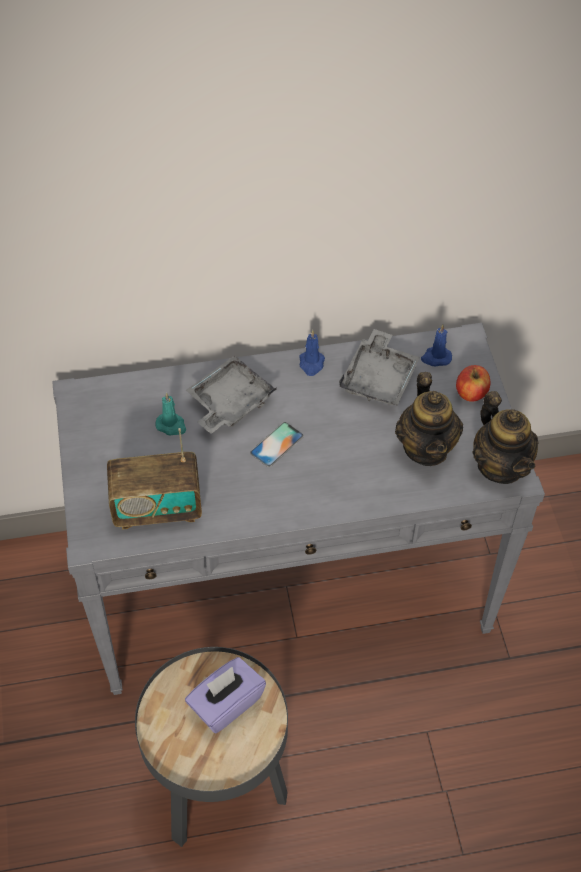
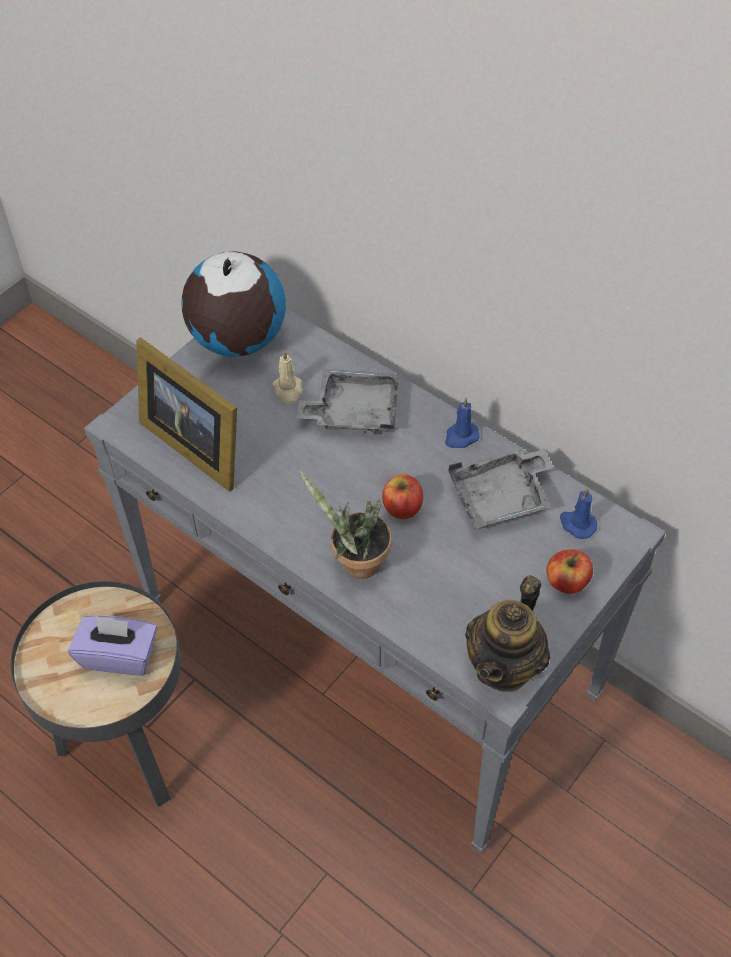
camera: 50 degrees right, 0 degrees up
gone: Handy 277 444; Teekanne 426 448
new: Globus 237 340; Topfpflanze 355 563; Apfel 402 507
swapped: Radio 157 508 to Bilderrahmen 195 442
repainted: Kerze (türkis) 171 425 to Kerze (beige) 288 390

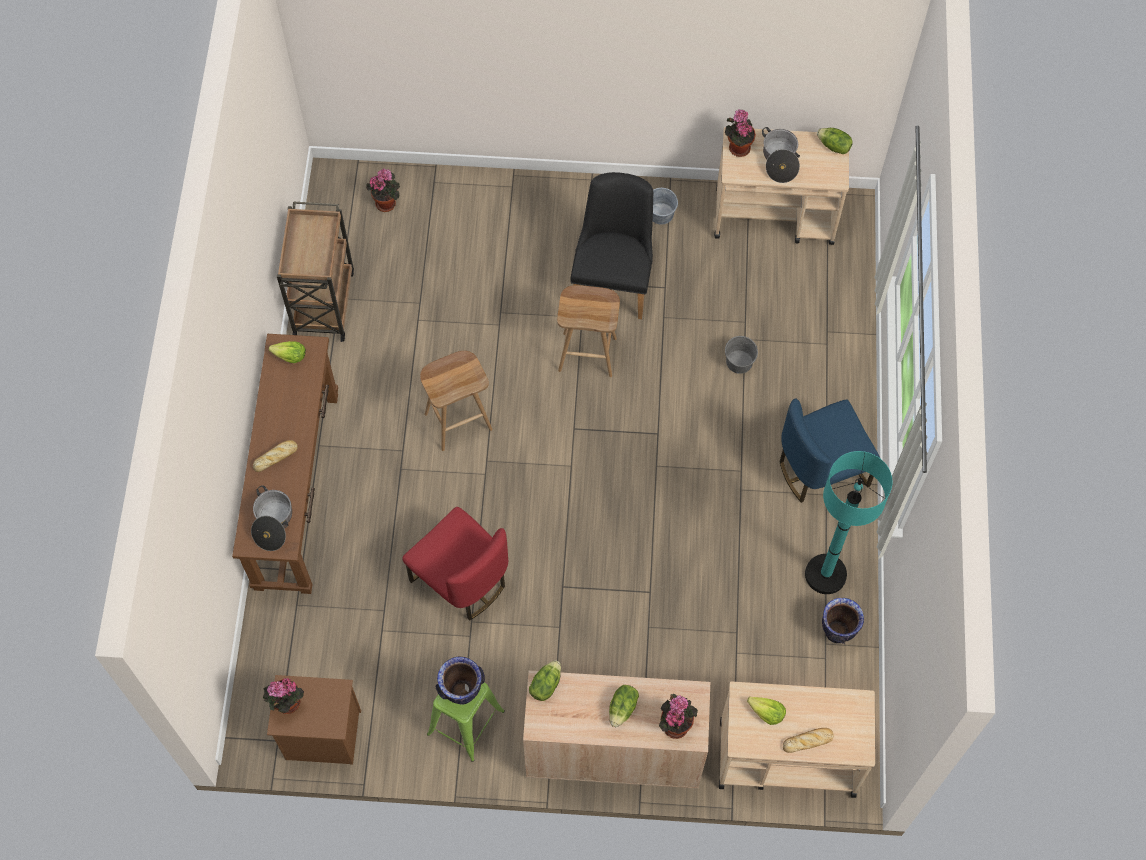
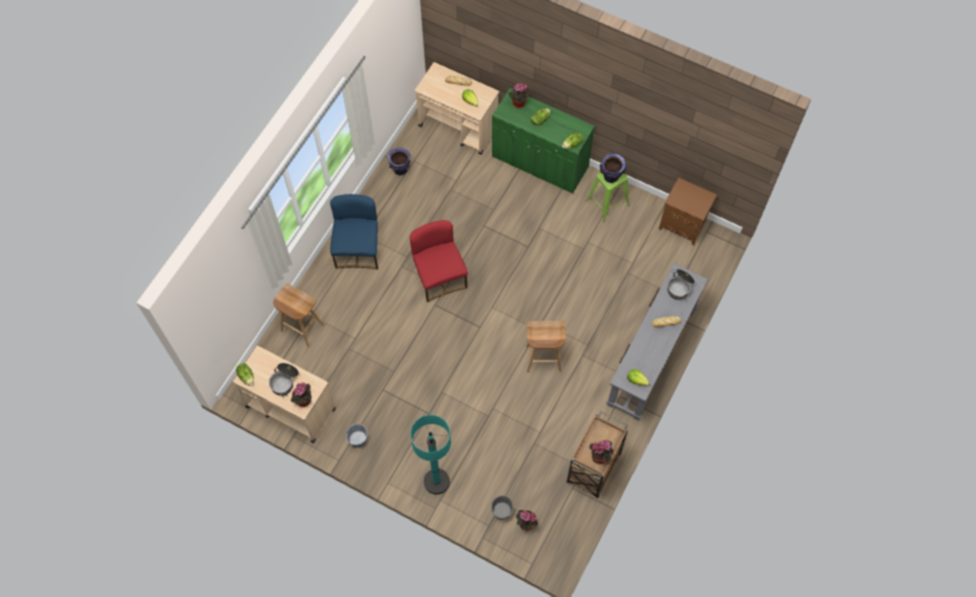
camera: 155 degrees left, 0 degrees up
gone: Stuhl (schwarz) 614 280
shifted: Topfpflanze 286 704 to 600 456; Stuhl (rot) 461 580 to 439 276; Hocker (braun) 588 354 to 301 328; Eimer (grau) 739 362 to 501 511; Stehlampe (türkis) 825 574 to 436 481
repainted: Konsolentisch (braun) 297 489 to Konsolentisch (grau) 651 357; Schrank (beige) 613 750 to Schrank (grün) 540 162
rotated: Stuhl (blau) 821 469 = 358 249 90 degrees counterclockwise

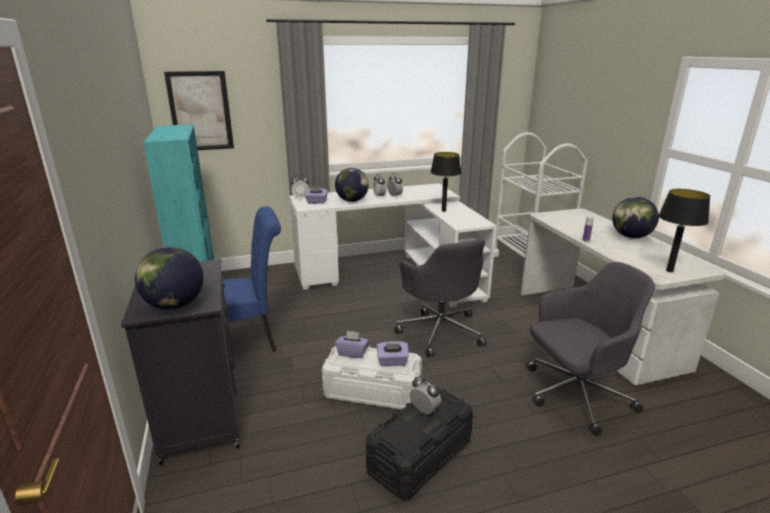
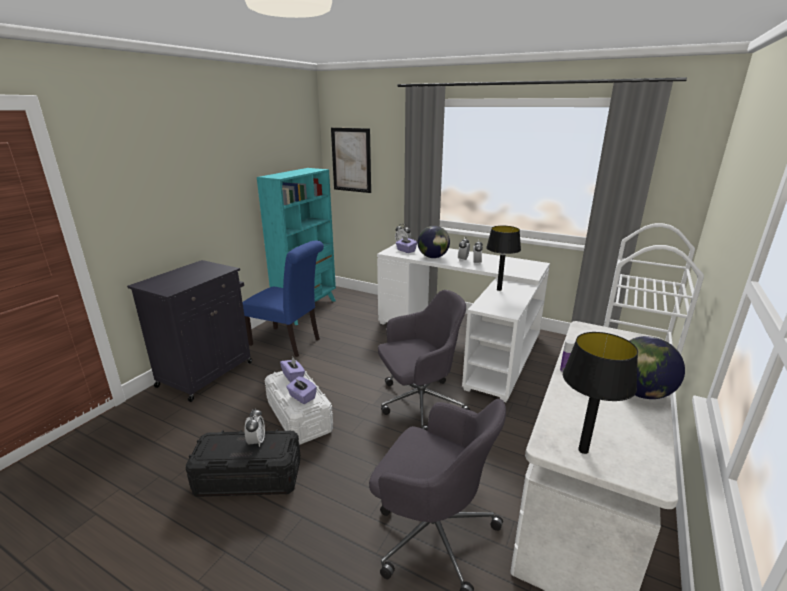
camera: 45 degrees right, 0 degrees up
gone: Globus 174 305
rotated: Bürostuhl (grau) 440 331 = 419 403 135 degrees counterclockwise

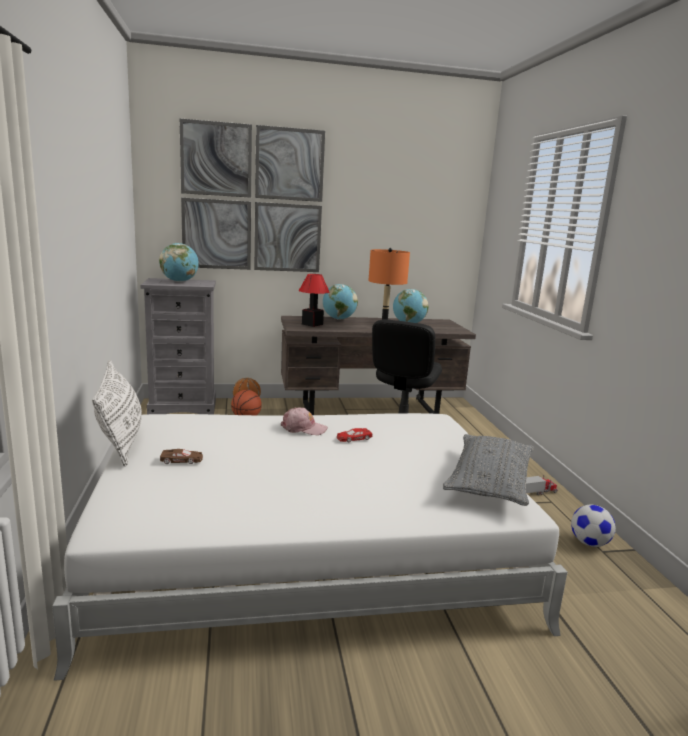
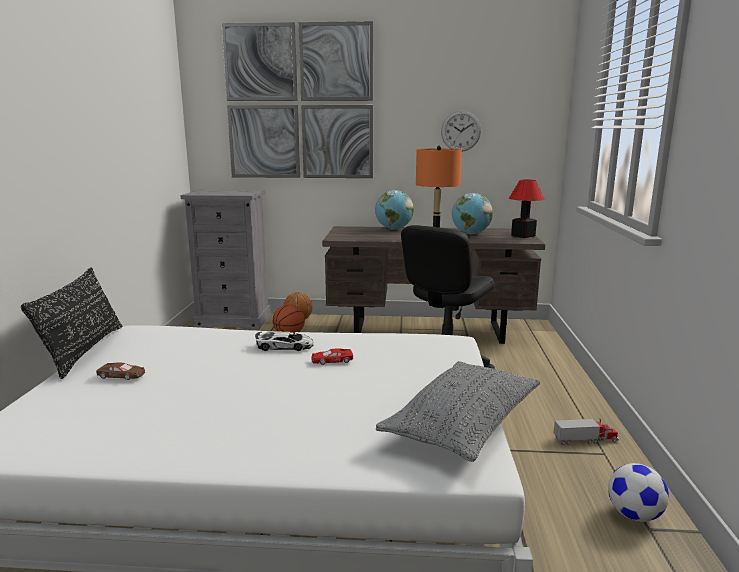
camera: 15 degrees right, 0 degrees up
gone: Globus 179 281
new: Wanduhr 461 131
shifted: Tischlampe 312 324 to 523 236
swapped: Kappe (rosa) 303 428 to Spielzeugauto 284 346
repainted: Kissen (weiß) 120 440 to Kissen (schwarz) 85 350

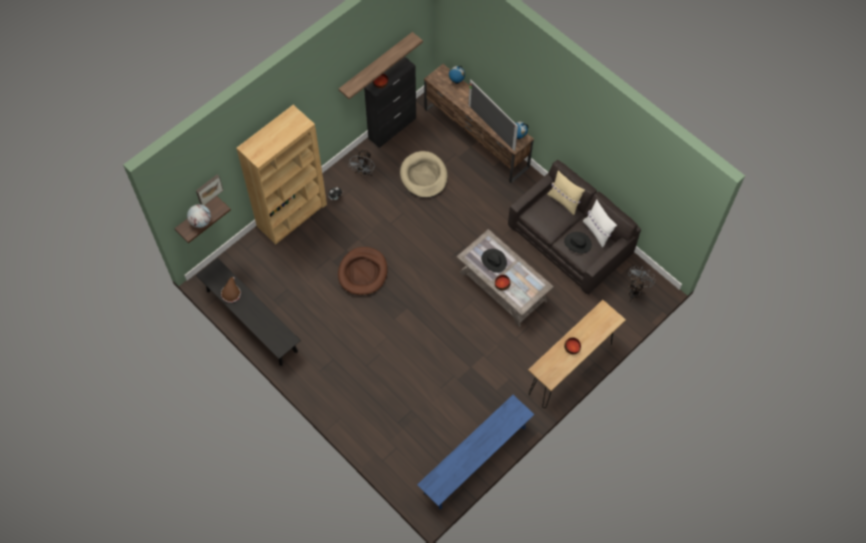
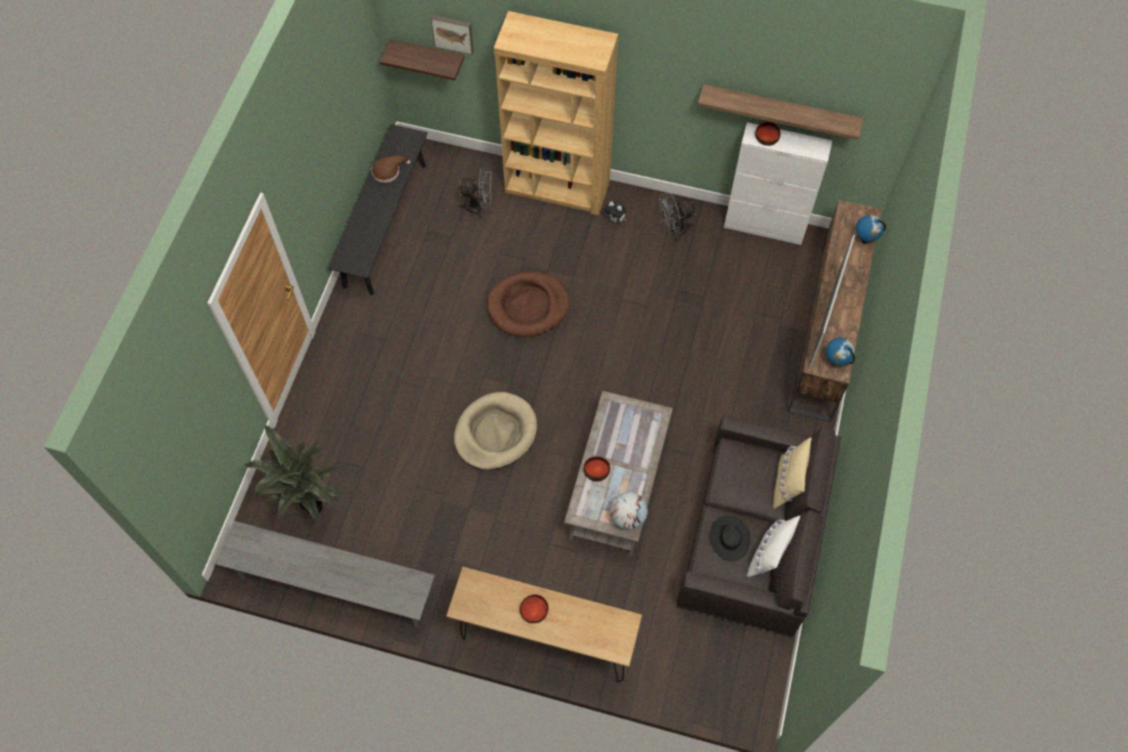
camera: 60 degrees right, 0 degrees up
gone: Hut (schwarz) 493 261
new: Topfpflanze 311 510
shifted: Globus 200 221 to 627 517; Hundebett (beige) 424 176 to 495 433; Ventilator (grau) 635 290 to 479 207
repainted: Schrank (schwarz) 392 128 to Schrank (weiß) 765 226; Bank (blau) 475 460 to Bank (grau) 334 586

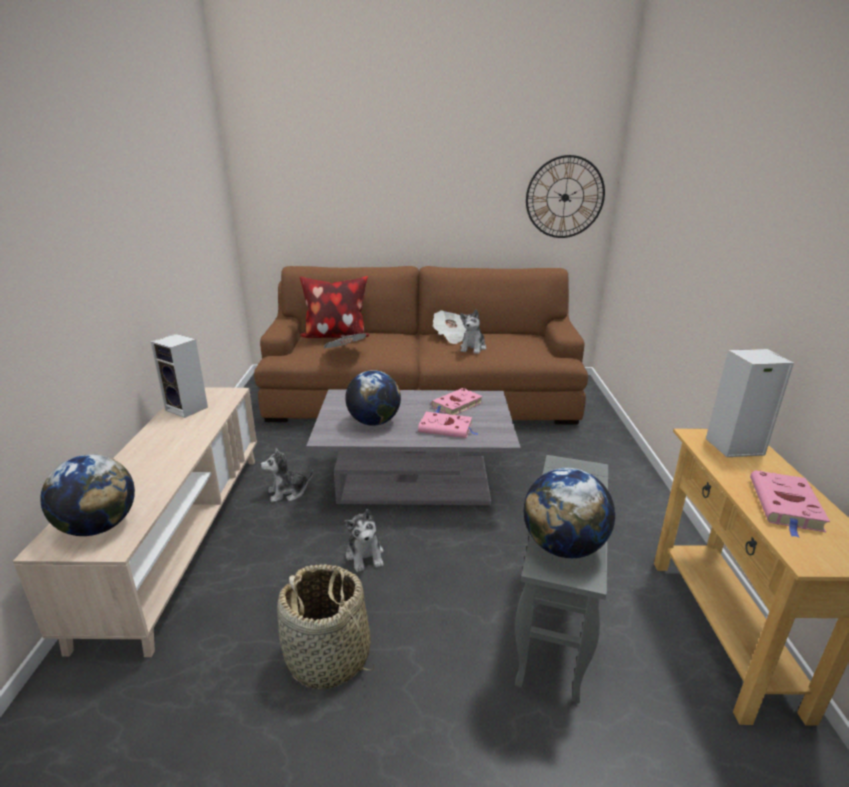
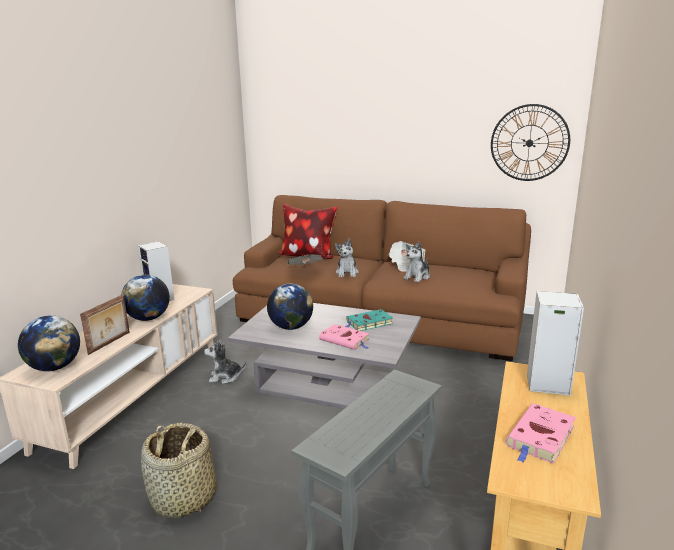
camera: 20 degrees right, 5 degrees down
new: Bilderrahmen 110 343
shifted: Plüschtier 365 555 to 347 273; Globus 563 547 to 148 318
repainted: Buch (rosa) 456 405 to Buch (türkis) 368 323

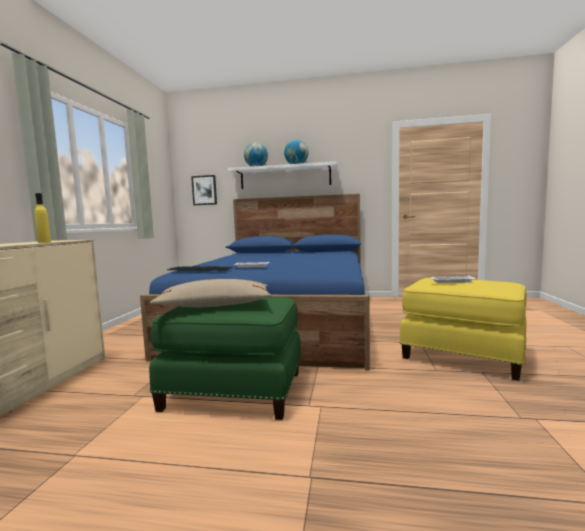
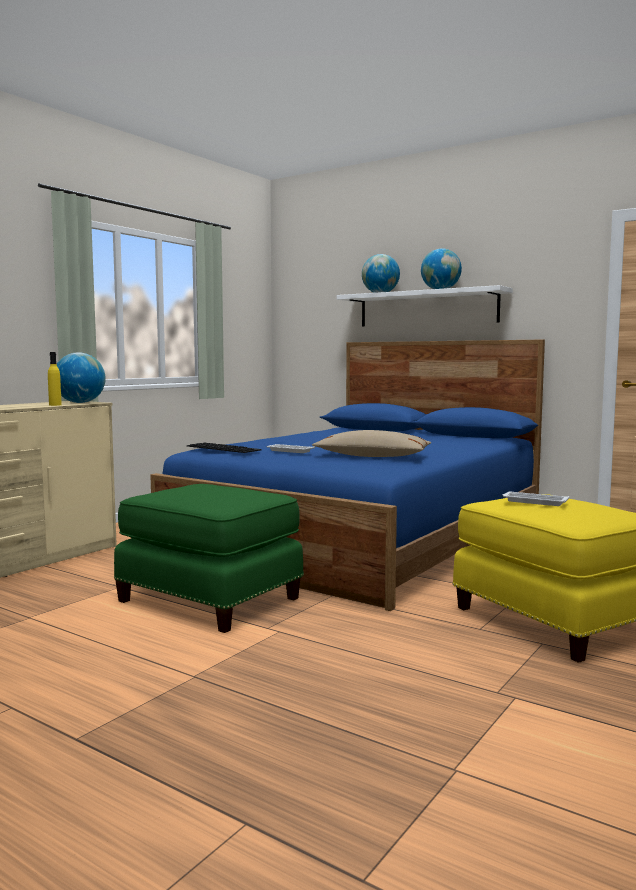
camera: 25 degrees right, 0 degrees up
gone: Bild 204 190
new: Globus 80 403
shifted: Kissen (beige) 215 306 to 372 456

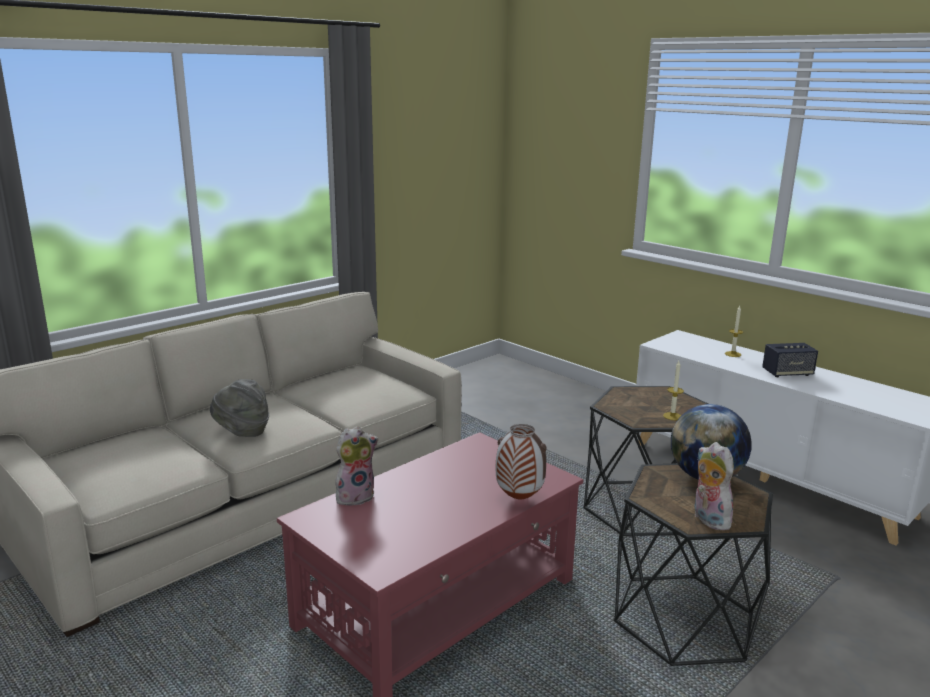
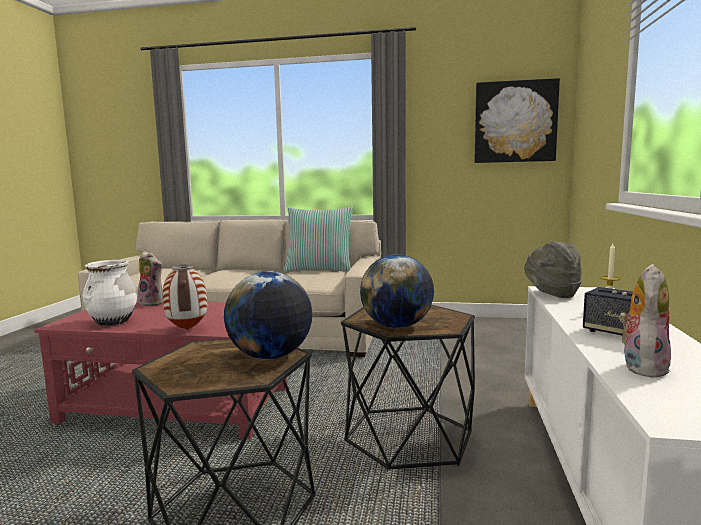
camera: 55 degrees right, 10 degrees down
new: Vase (weiß) 113 322; Kissen 319 269; Bild 515 122
shifted: Hut (grau) 242 432 to 551 294; Plüschtier 708 519 to 641 366
swapped: Kerze 672 416 to Globus 397 326

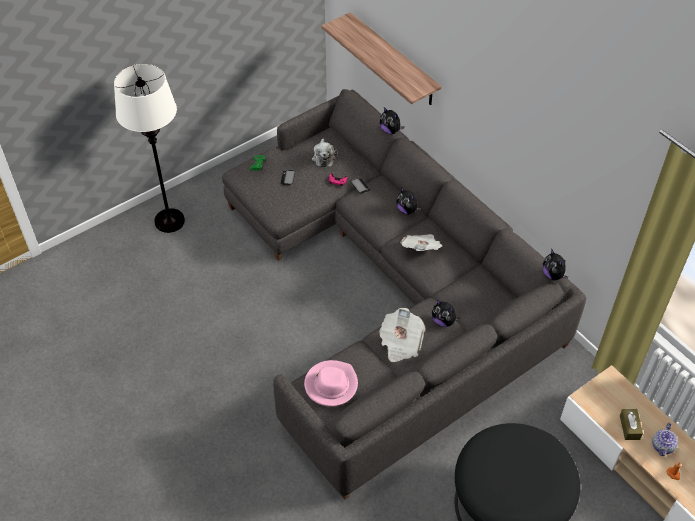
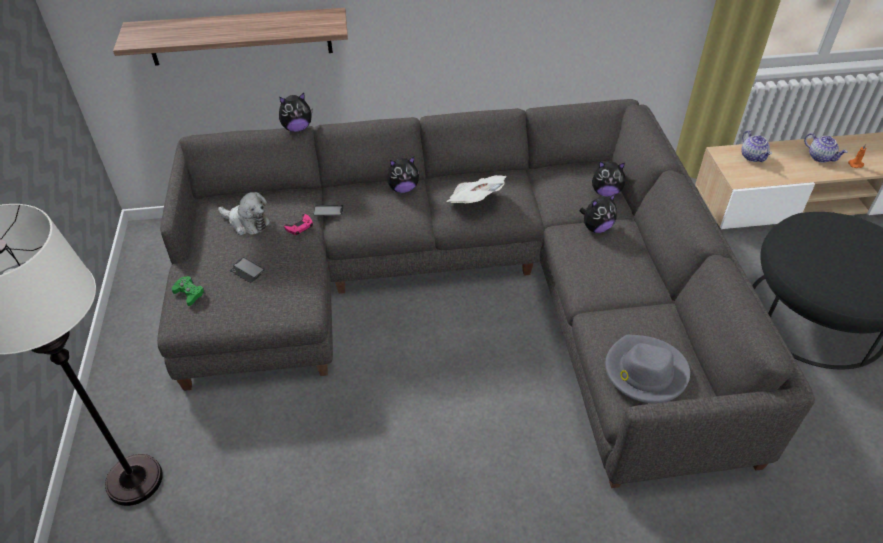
camera: 60 degrees left, 5 degrees down
gone: Zeitung 400 343; Taschentuchbox (braun) 629 427
new: Teekanne 753 157
shifted: Plüschtier 553 275 to 606 192
repainted: Hut (rosa) 331 385 to Hut (grau) 645 372

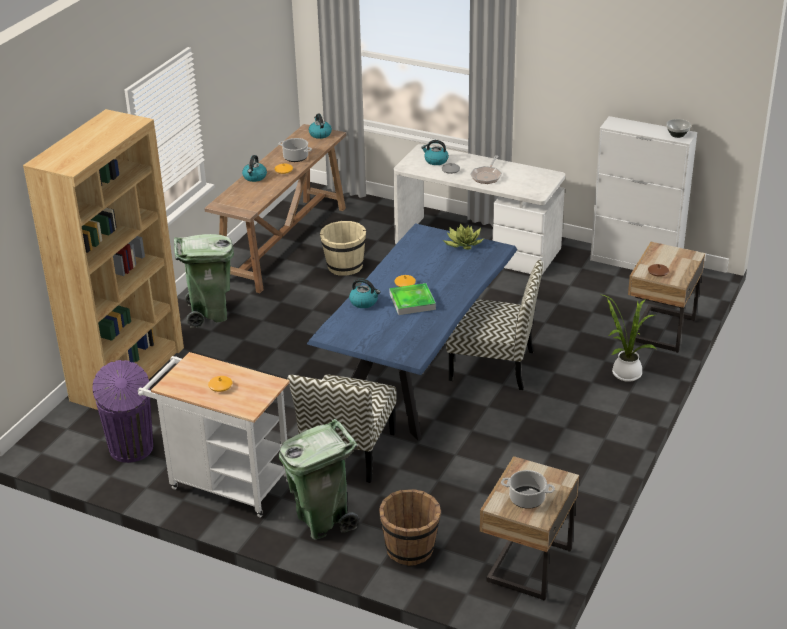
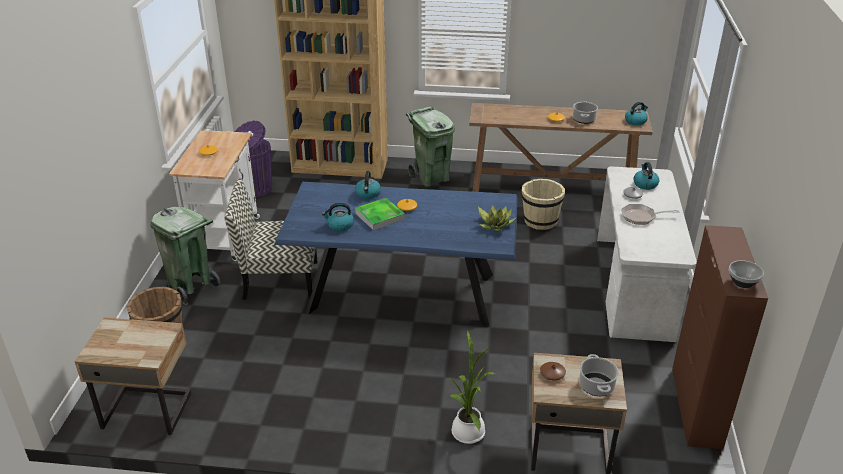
camera: 70 degrees right, 0 degrees up
gone: Stuhl 493 365
shifted: Wasserkessel 255 177 to 339 225; Kochtopf 527 498 to 596 386
repainted: Schrank (weiß) 636 263 to Schrank (braun) 696 407

